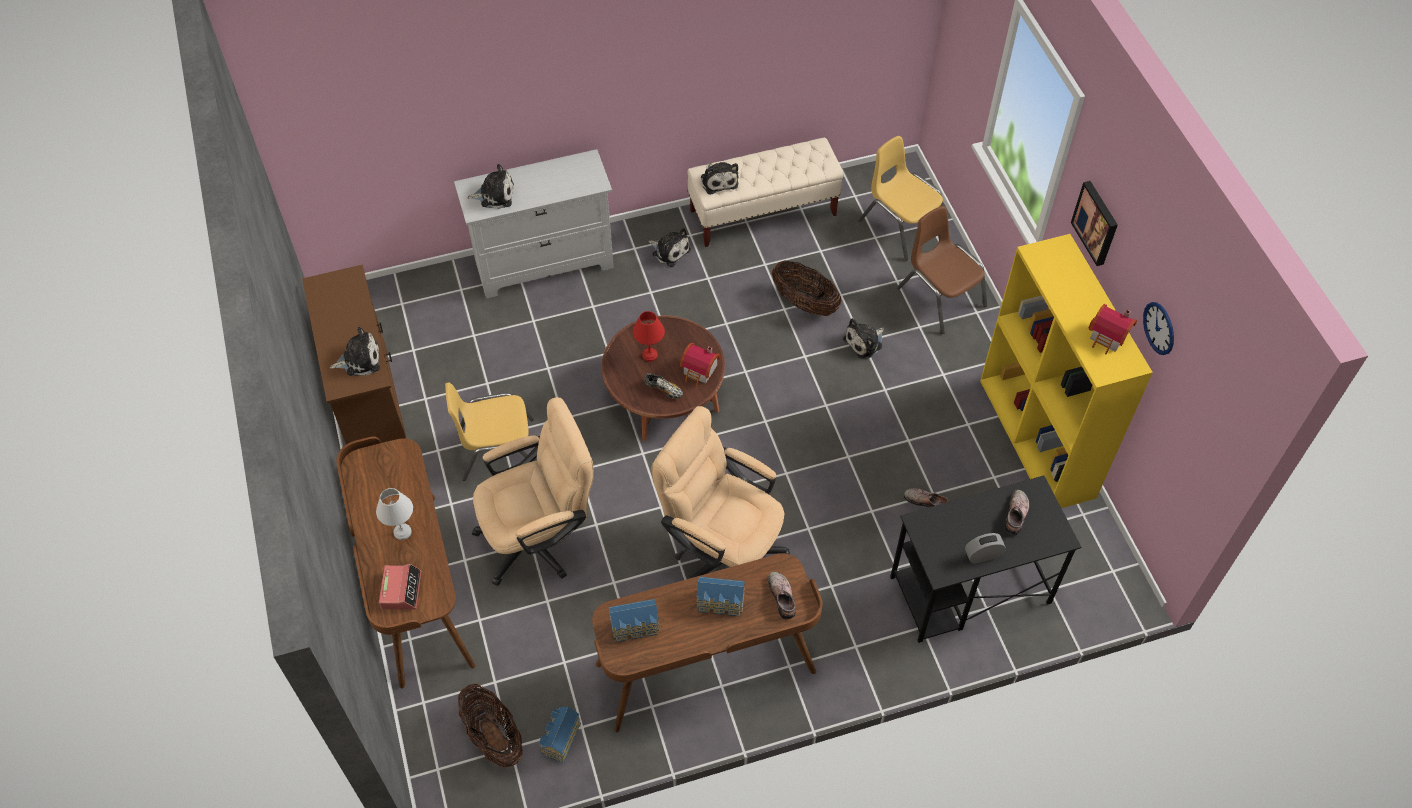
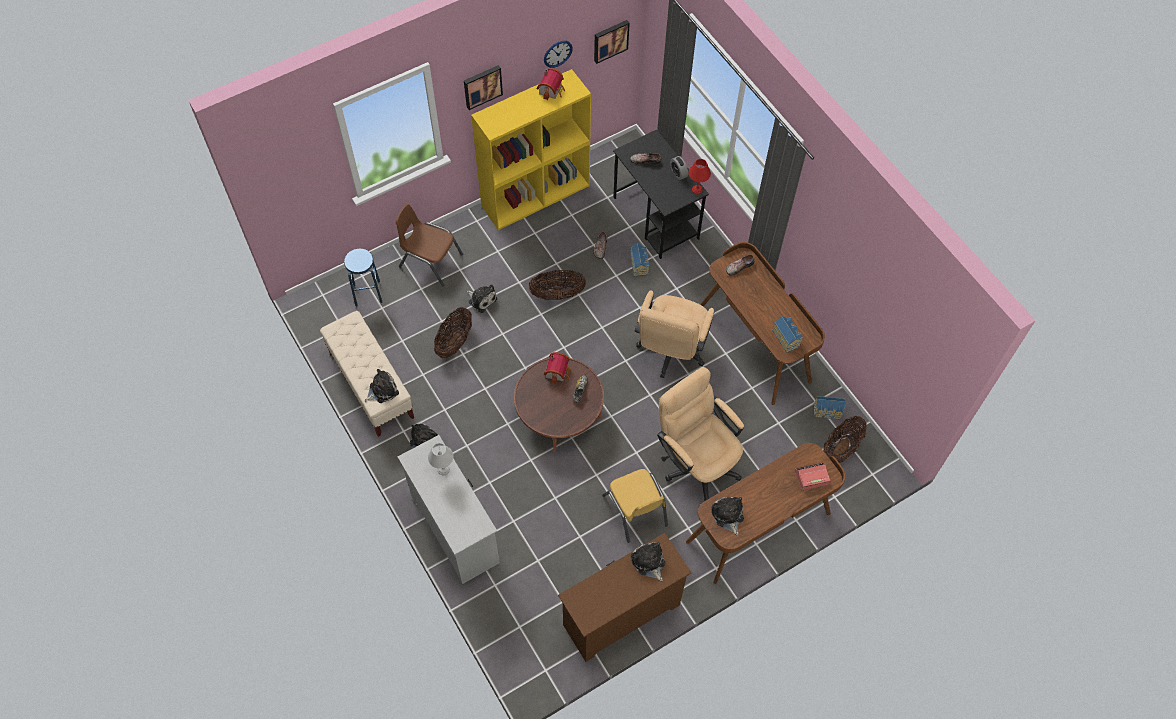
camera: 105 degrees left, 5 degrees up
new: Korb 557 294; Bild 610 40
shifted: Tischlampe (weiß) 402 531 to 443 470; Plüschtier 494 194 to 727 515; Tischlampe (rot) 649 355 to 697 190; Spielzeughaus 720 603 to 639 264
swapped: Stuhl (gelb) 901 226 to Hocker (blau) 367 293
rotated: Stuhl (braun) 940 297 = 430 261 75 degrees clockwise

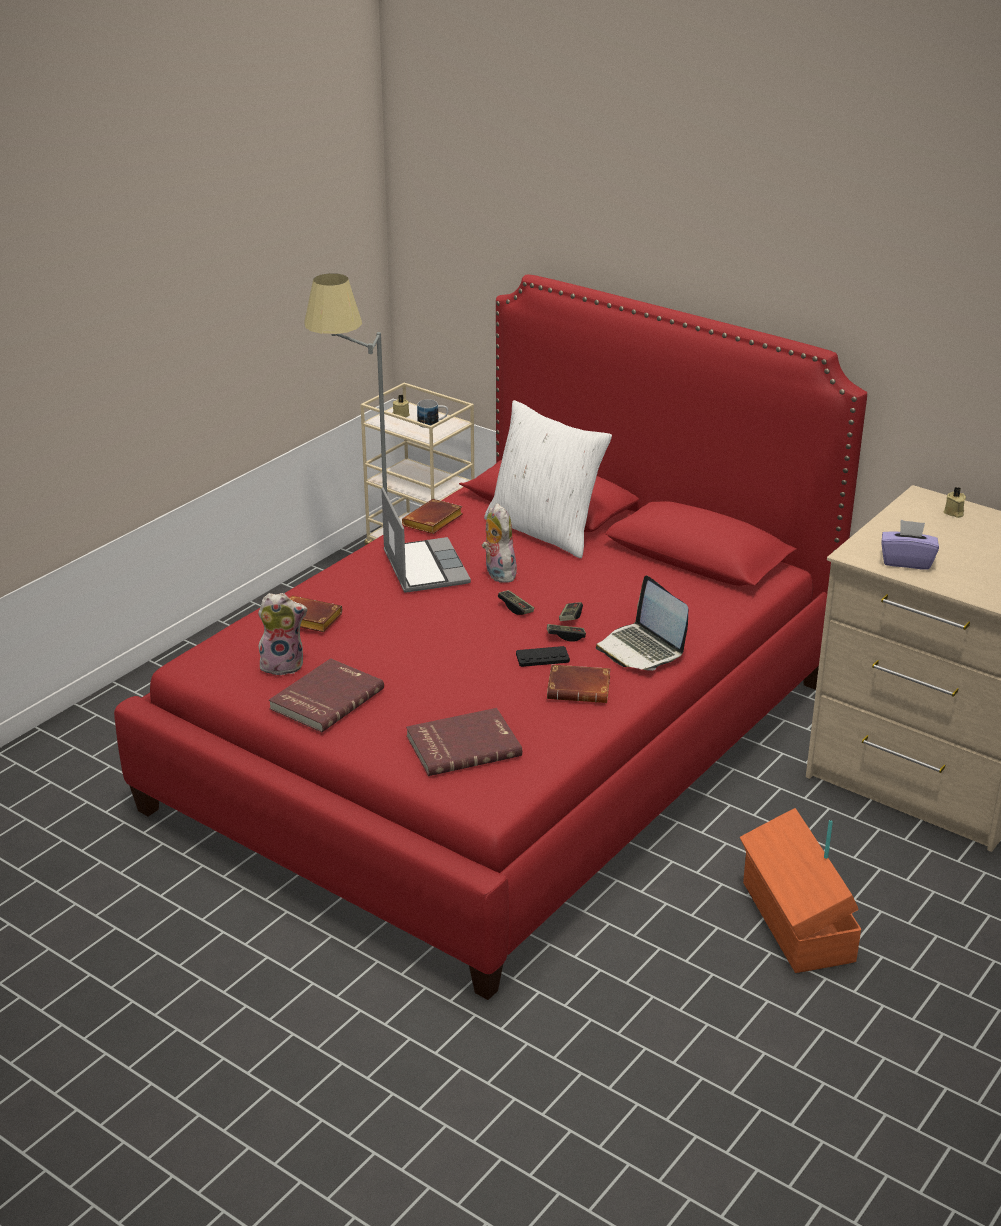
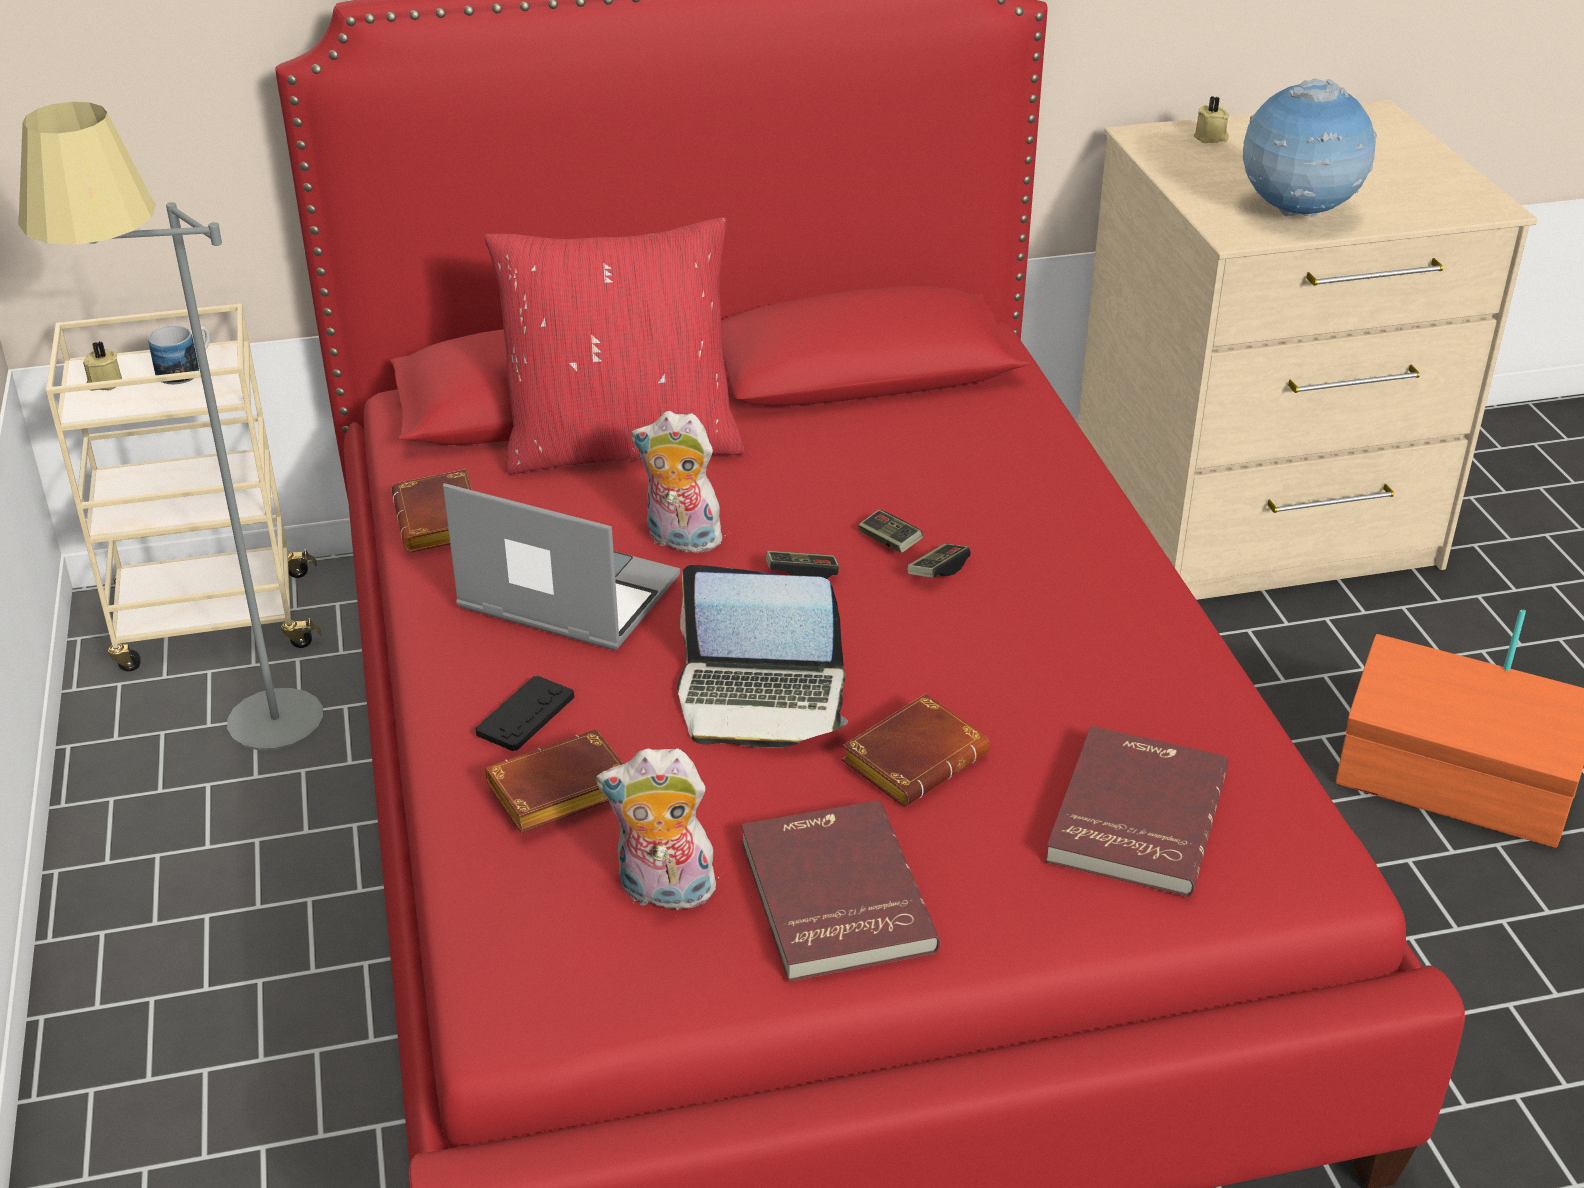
camera: 50 degrees left, 5 degrees up
shifted: Gamepad (schwarz) 542 657 to 525 715; Buch (braun) 580 689 to 914 757; Laptop 641 649 to 761 699
swapped: Taschentuchbox (lila) 906 561 to Globus 1297 215
repainted: Kissen (weiß) 545 531 to Kissen (rot) 622 444
rotated: Plüschtier 283 665 = 663 892 120 degrees counterclockwise

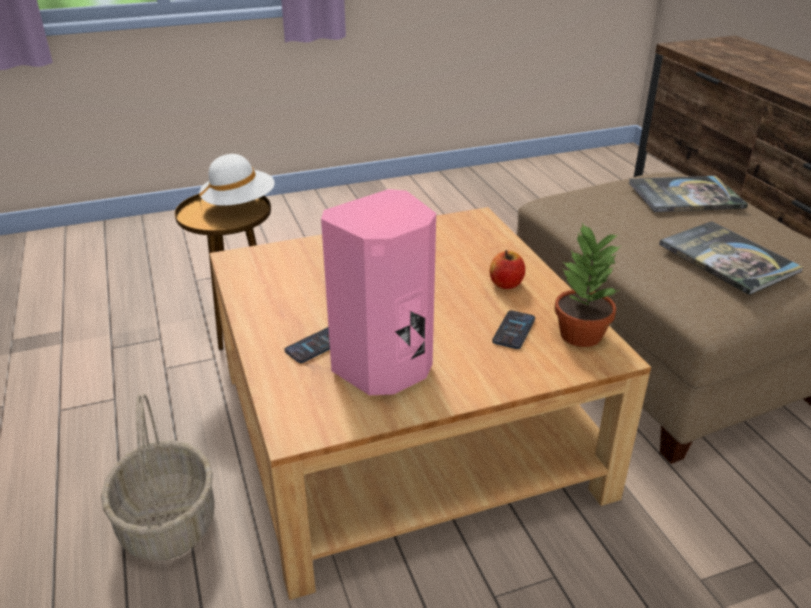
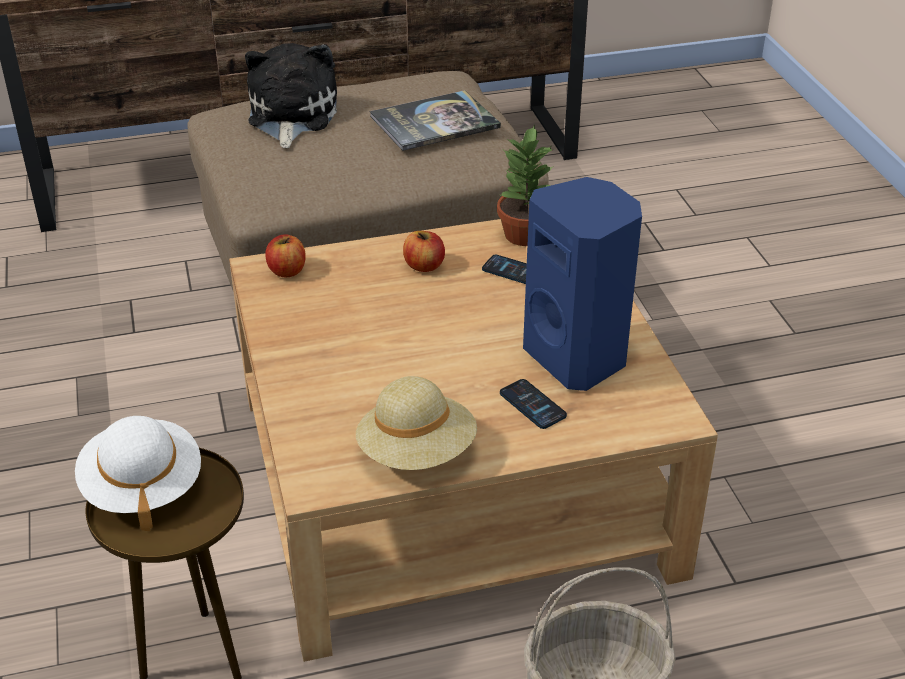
camera: 85 degrees left, 5 degrees up
new: Apfel 287 271; Hut (beige) 417 452
swapped: Buch 685 196 to Plüschtier 290 116
repainted: Lautsprecher (rosa) 385 369 to Lautsprecher (blau) 578 358

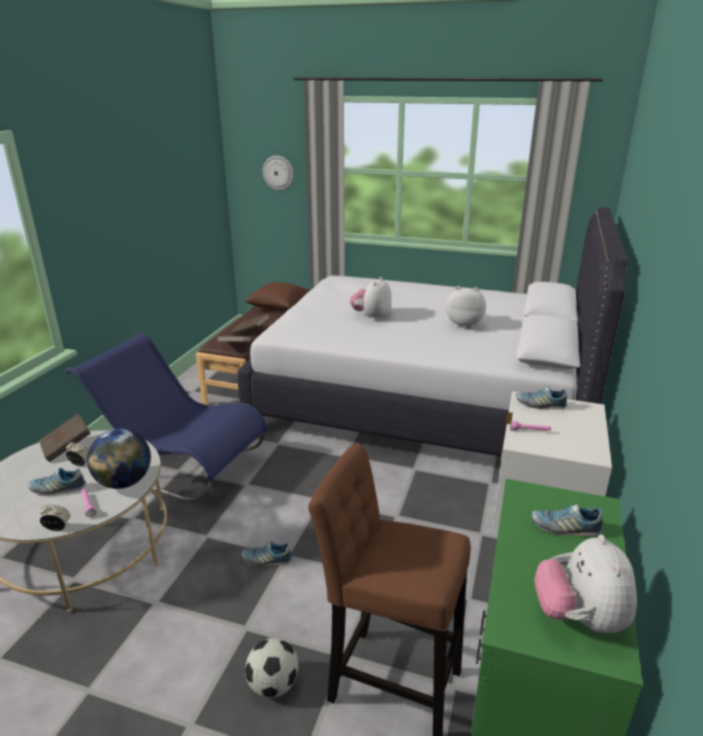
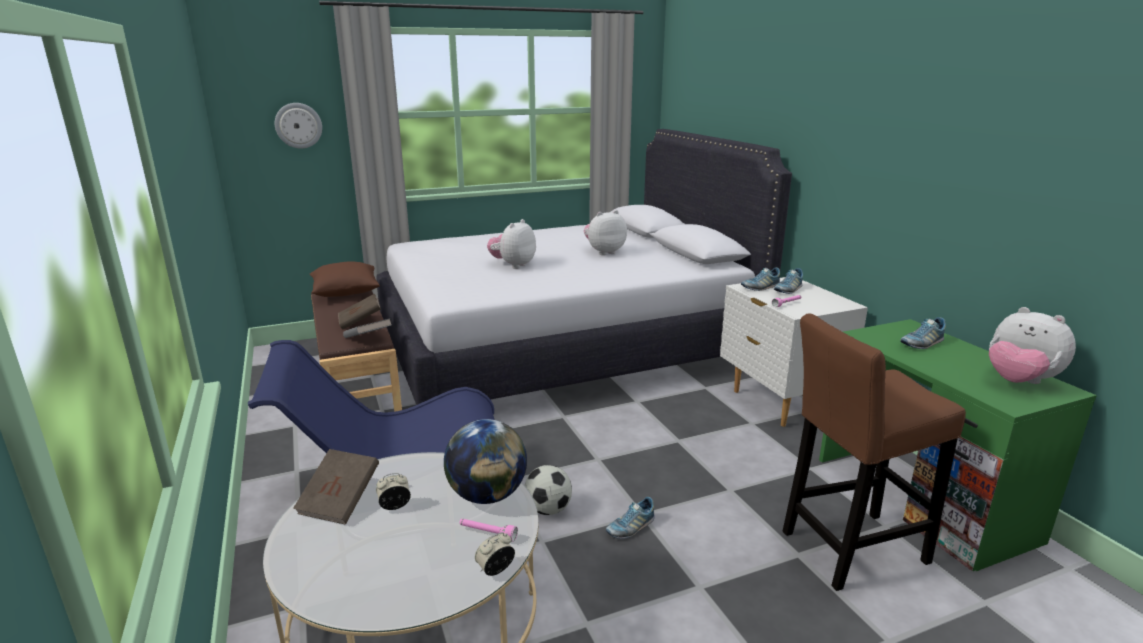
camera: 40 degrees left, 5 degrees down
shifted: Schuh 58 489 to 788 290; Fußball 273 684 to 548 509
rotated: Plüschtier 371 317 = 513 265 45 degrees clockwise

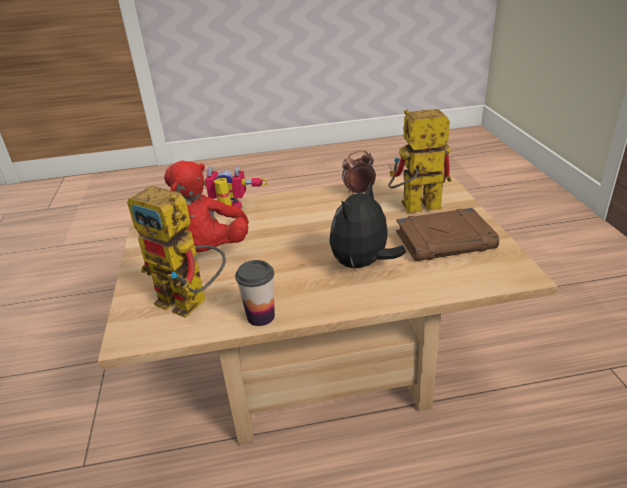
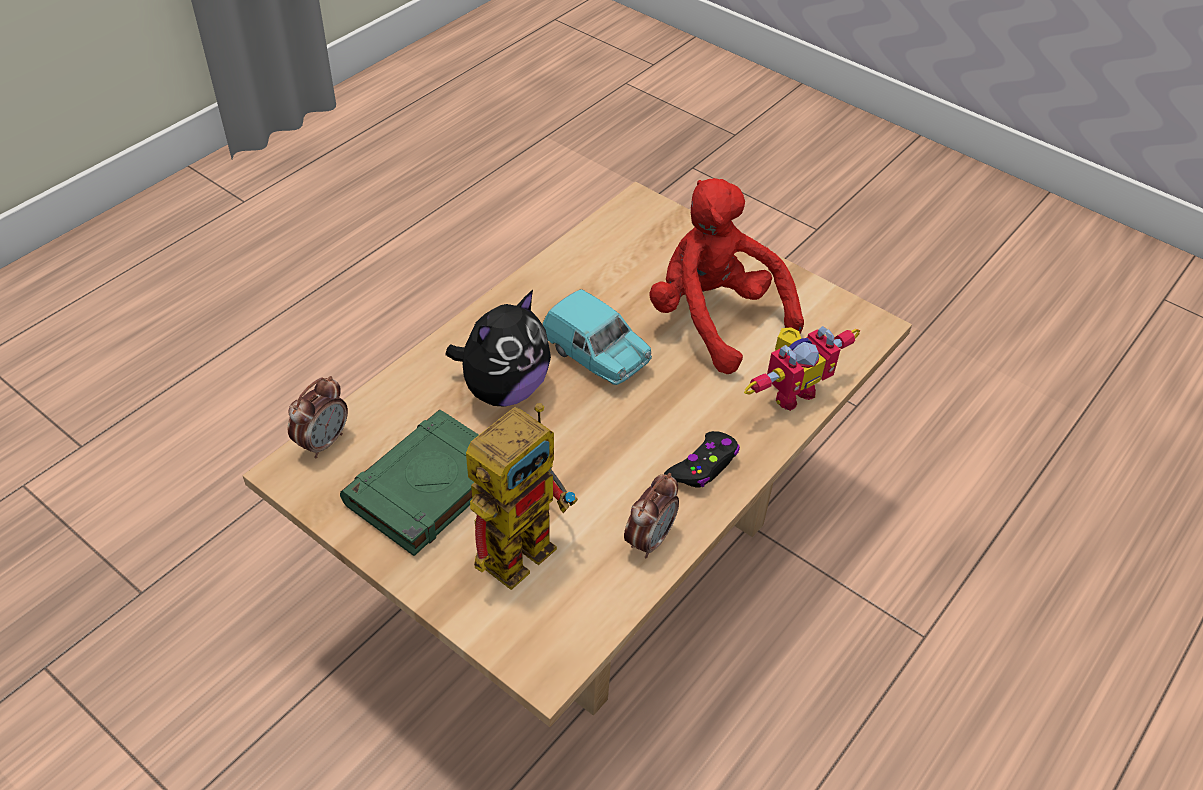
camera: 135 degrees right, 15 degrees up
gone: Spielzeugroboter 192 302; Tasse 261 316
new: Wecker 323 442; Spielzeugauto (türkis) 596 356; Gamepad (schwarz) 703 466
repainted: Buch (braun) 445 240 to Buch (grün) 426 488
rotated: Plüschtier 362 264 = 503 389 45 degrees clockwise

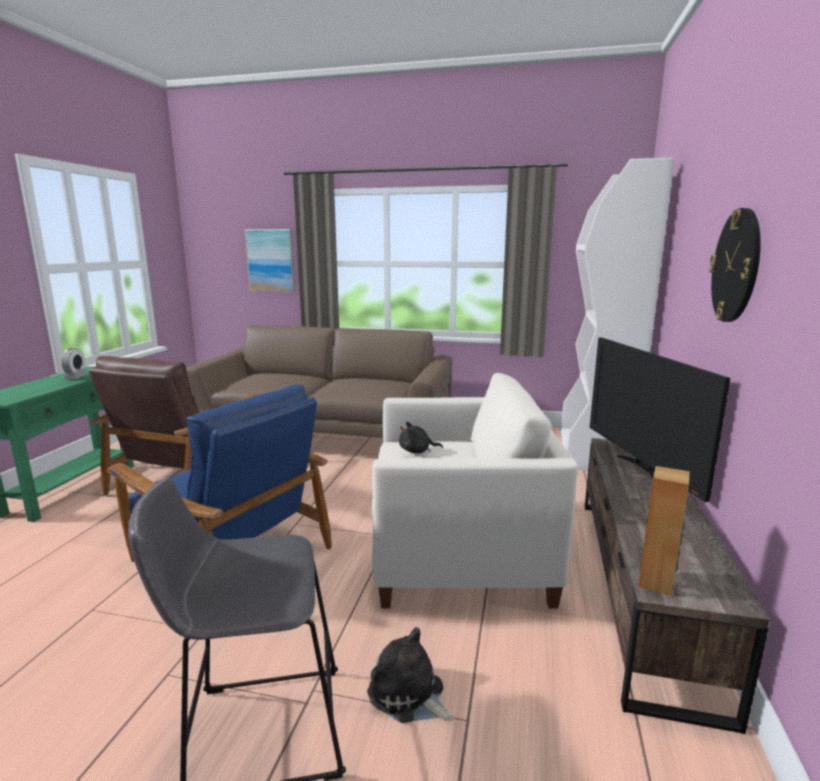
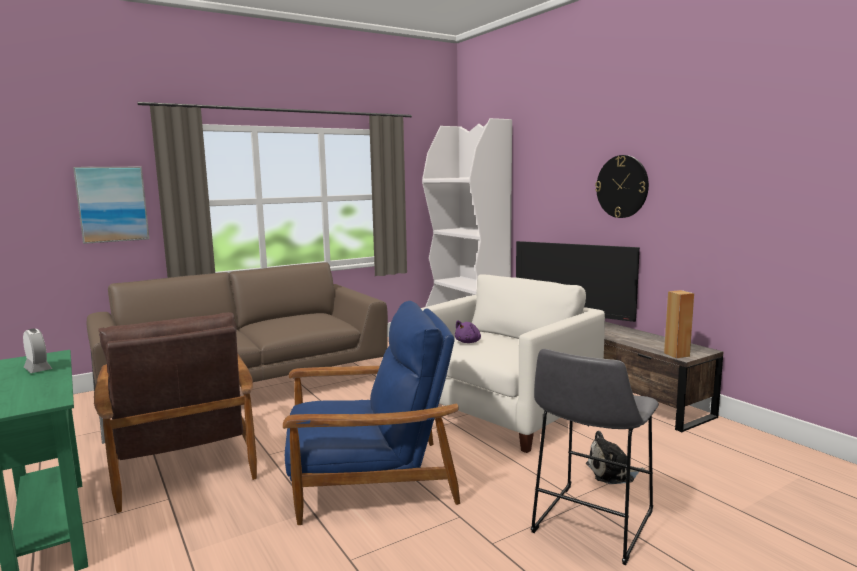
camera: 45 degrees left, 5 degrees down
repainted: Plüschtier (schwarz) 417 451 to Plüschtier (lila) 468 342

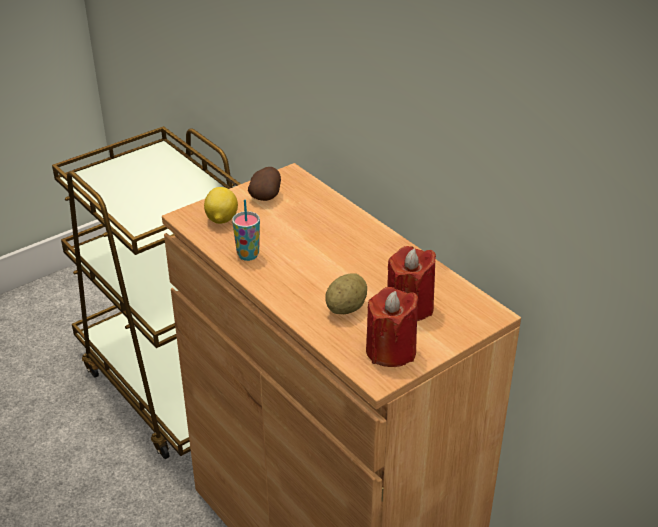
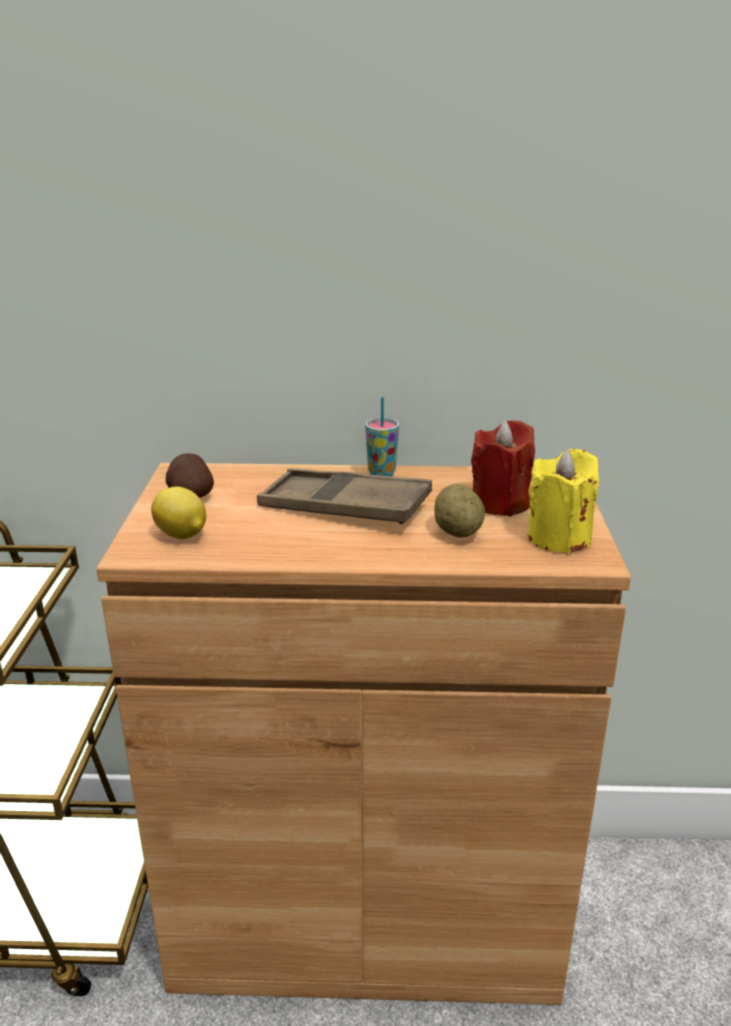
camera: 50 degrees left, 10 degrees down
new: Tablett (braun) 344 507
shifted: Tasse 248 255 to 381 474
repainted: Kerze (rot) 390 351 to Kerze (gelb) 559 538

